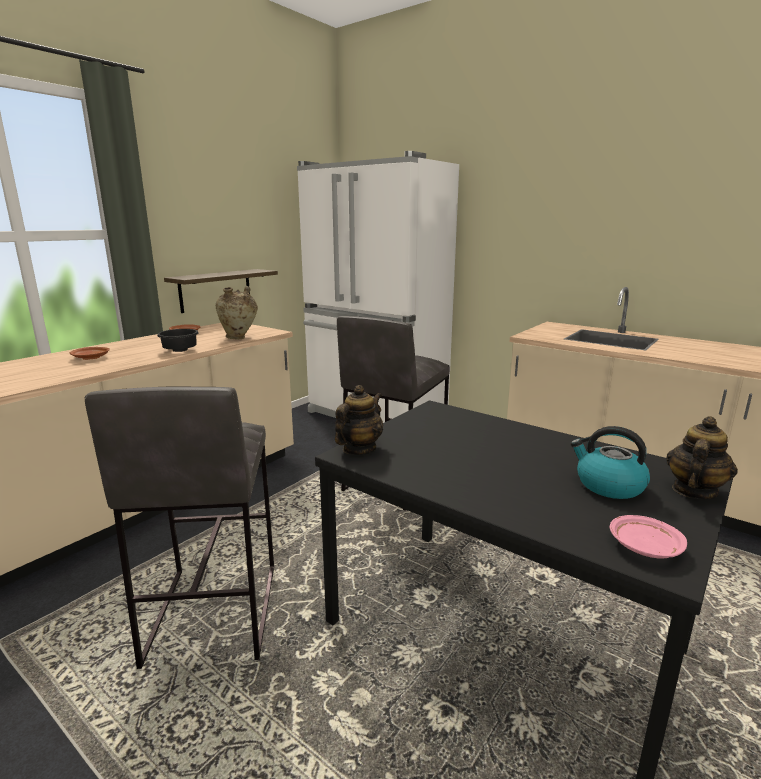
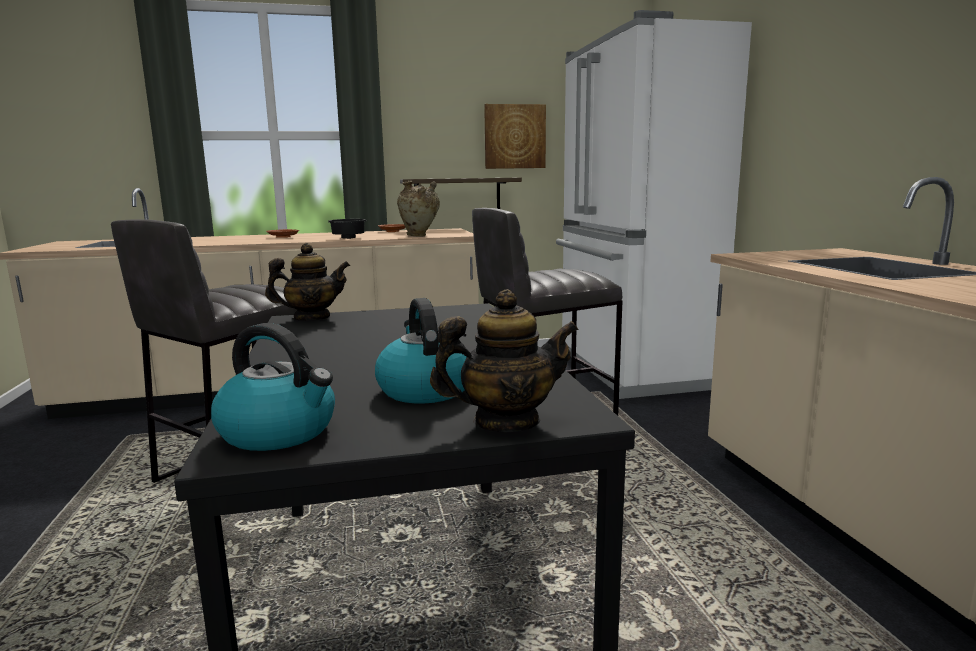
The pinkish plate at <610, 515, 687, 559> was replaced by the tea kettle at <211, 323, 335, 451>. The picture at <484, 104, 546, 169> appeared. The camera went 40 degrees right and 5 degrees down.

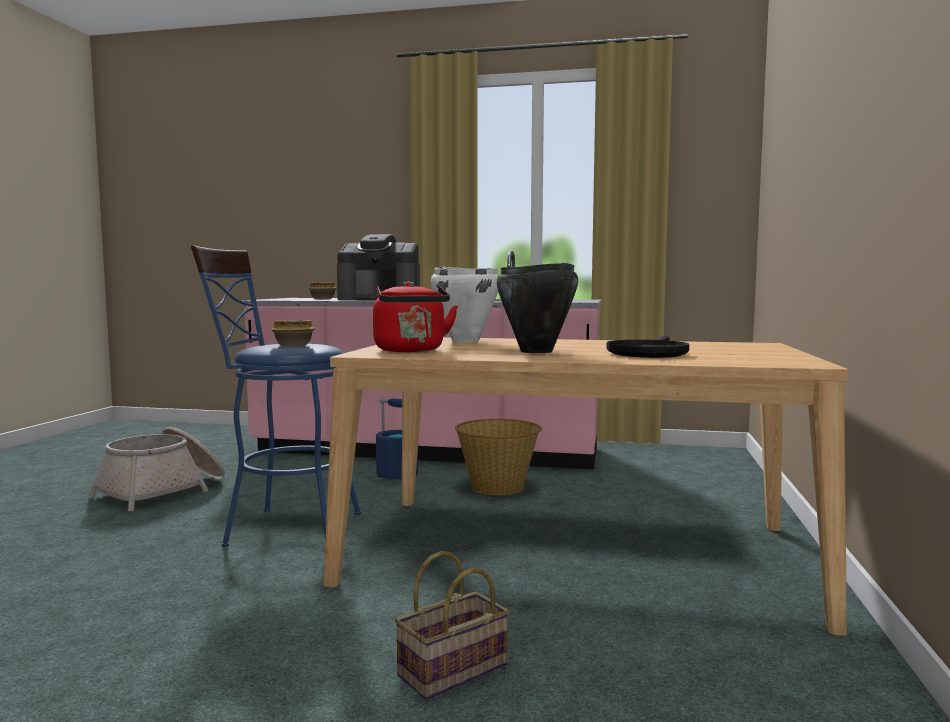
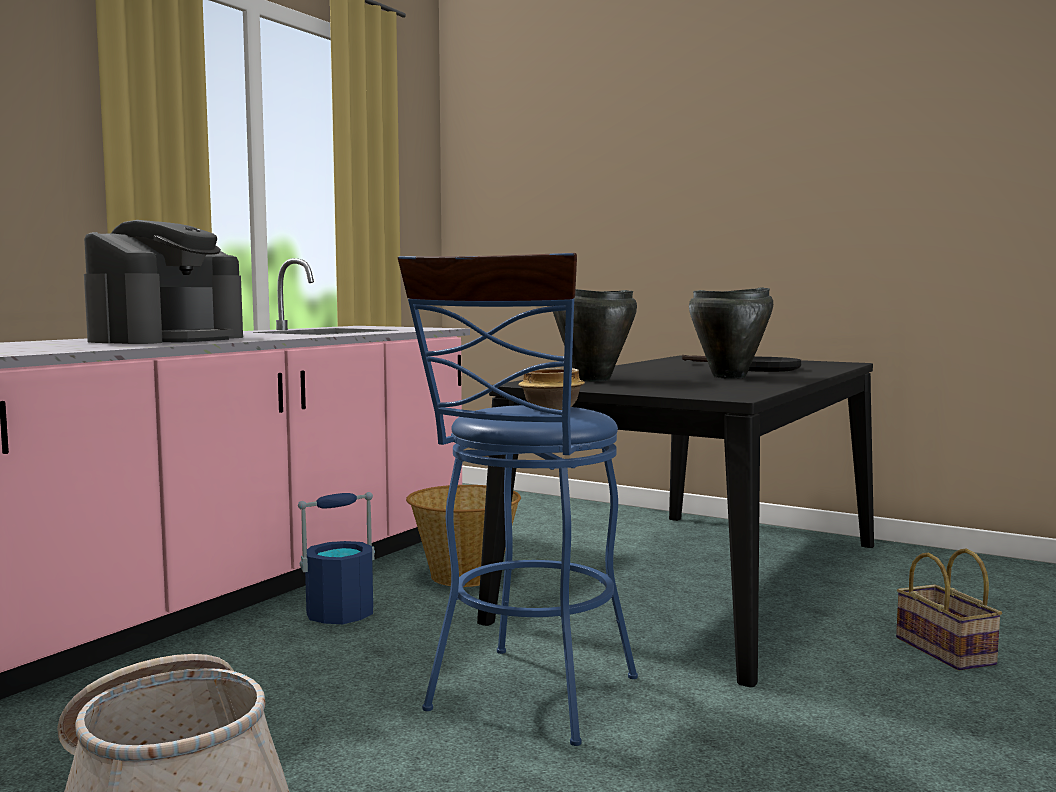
The white saucepot at <431, 266, 498, 343> became the black-coloured saucepot at <553, 289, 637, 381>. The red-coloured tea kettle at <373, 281, 458, 352> disappeared. The serving bowl at <308, 282, 337, 299> disappeared. The beige-coloured dining table at <323, 337, 849, 636> became the black-coloured dining table at <477, 356, 874, 687>. The camera went 70 degrees left and 0 degrees up.

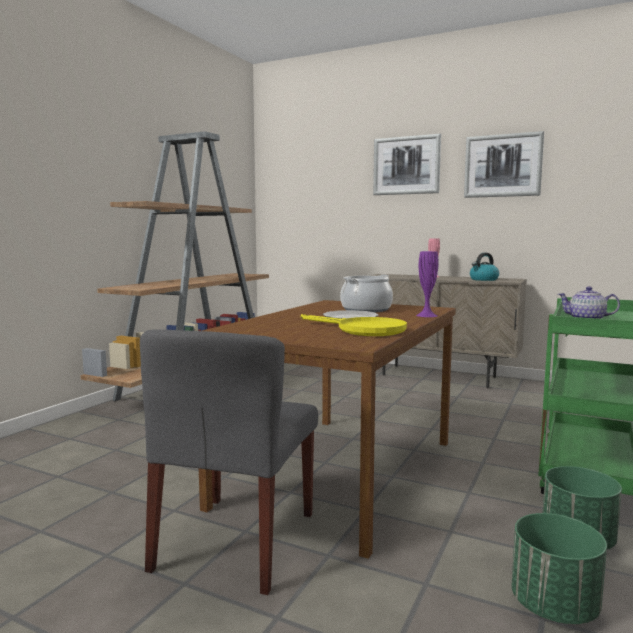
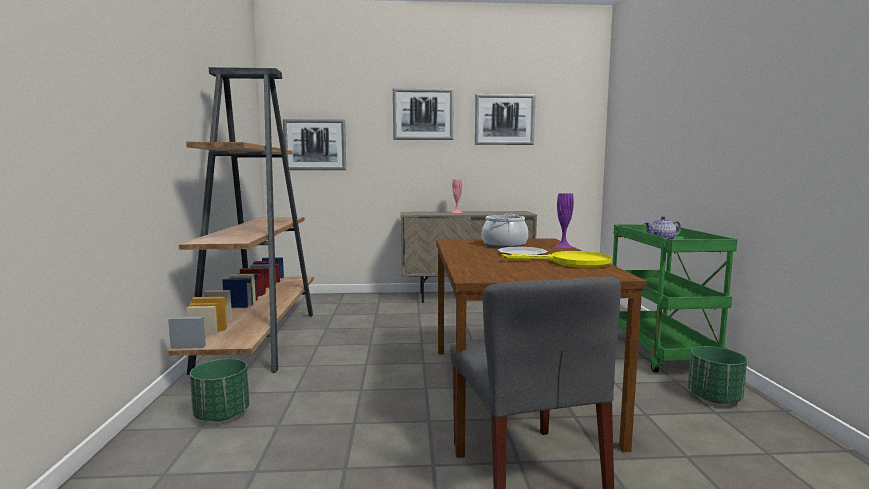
The tea kettle at <470, 253, 499, 281> disappeared. The green flower pot moved from <511, 513, 607, 624> to <190, 359, 249, 421>. The picture at <283, 119, 346, 170> appeared. The camera went 30 degrees left and 0 degrees up.

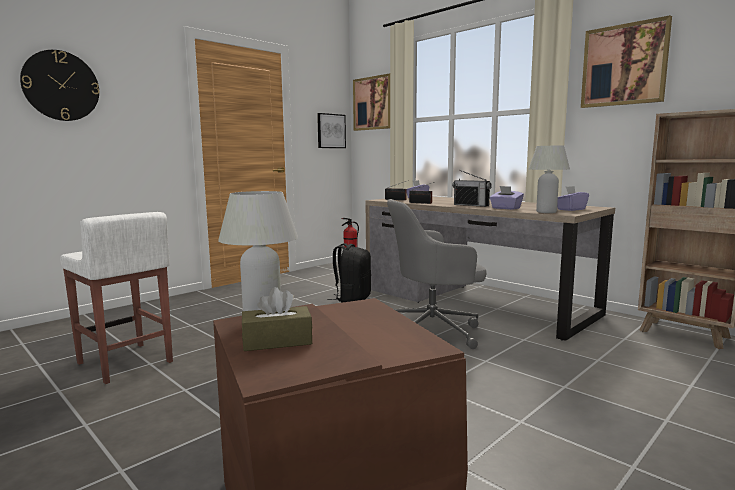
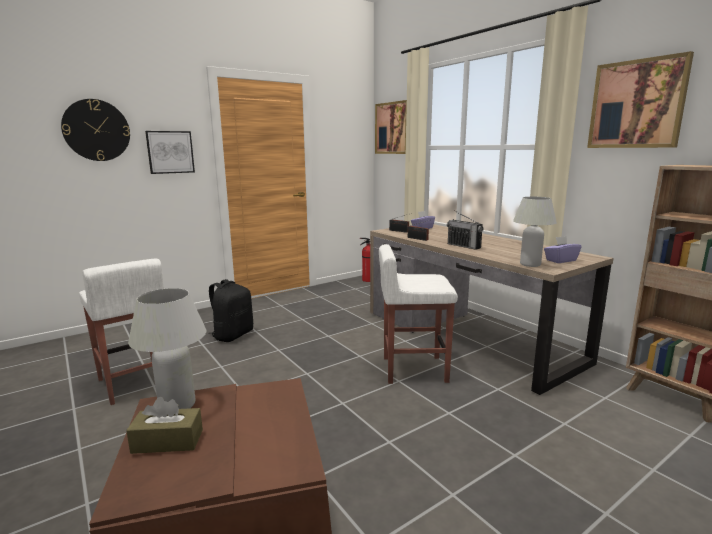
The picture moved from <317, 113, 346, 148> to <145, 131, 195, 174>. The purple-coloured tissue box at <490, 186, 524, 210> disappeared. The grey computer chair at <387, 199, 487, 349> was replaced by the white stool seat at <379, 244, 458, 384>. The black-coloured backpack moved from <327, 243, 371, 303> to <209, 279, 253, 342>. The camera went 10 degrees right and 5 degrees up.

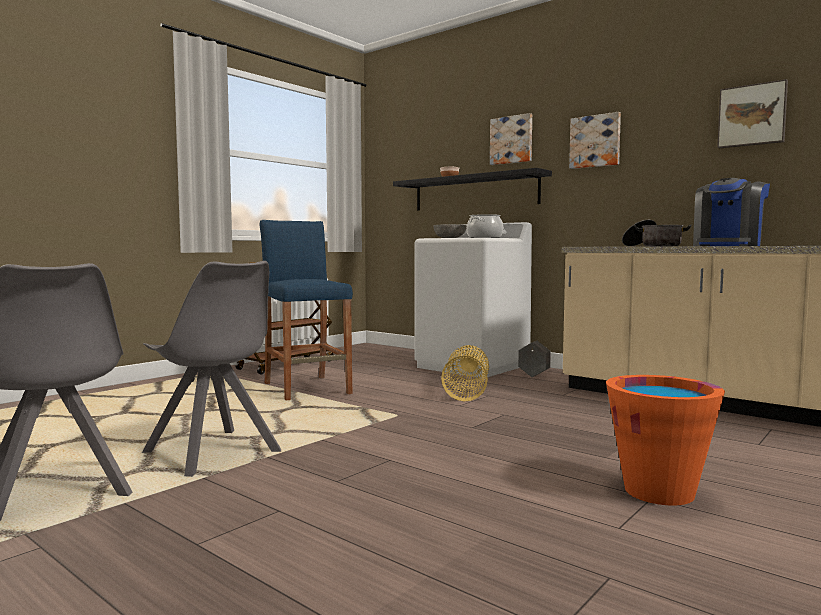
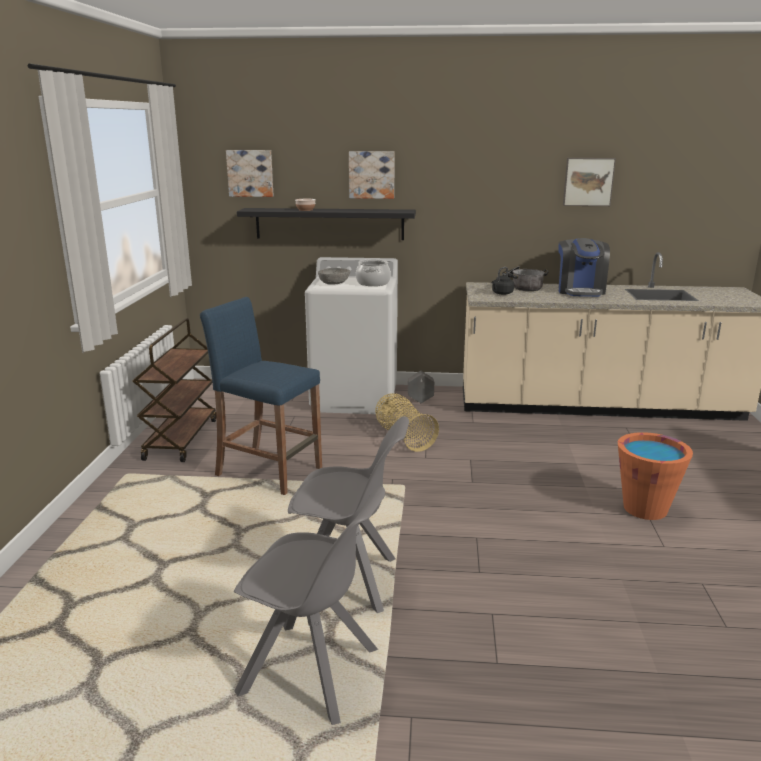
The picture moved from <569, 112, 621, 169> to <226, 150, 274, 197>. The black-coloured tea kettle at <492, 267, 514, 295> appeared. The camera went 35 degrees left and 15 degrees up.

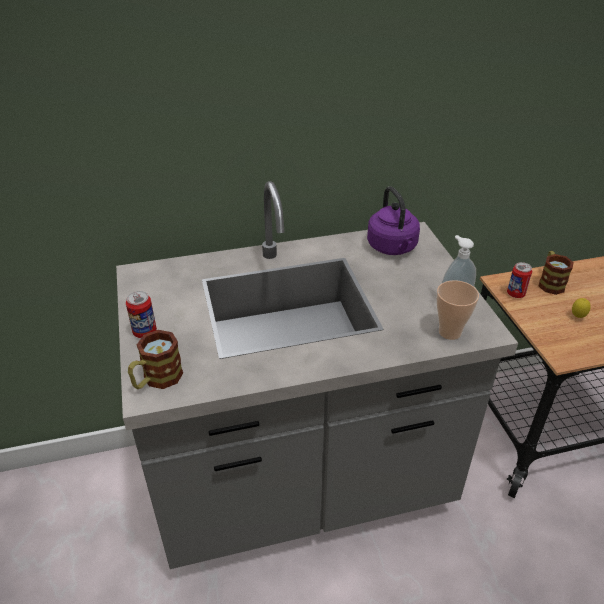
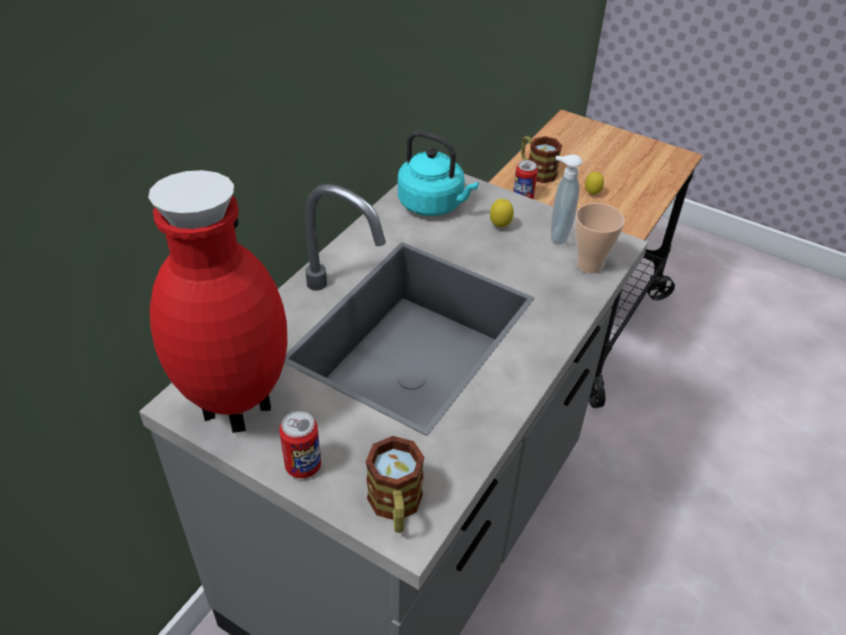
The purple-coloured tea kettle at <367, 186, 420, 255> became the turquoise tea kettle at <398, 131, 479, 216>. The red-coloured decorative vase at <148, 170, 287, 433> appeared. The citrus fruit at <490, 199, 514, 227> appeared. The camera went 45 degrees left and 5 degrees up.

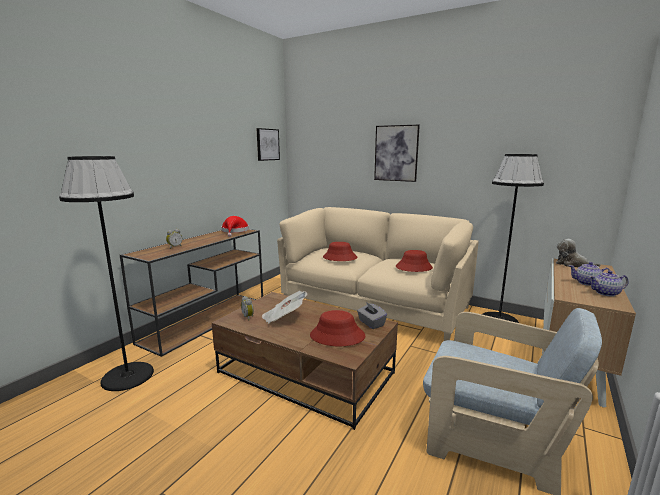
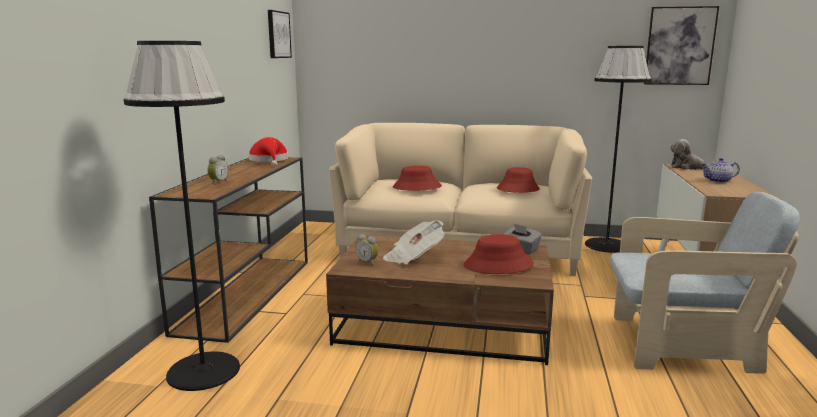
The picture moved from <374, 125, 420, 182> to <644, 6, 719, 85>. The teapot at <589, 271, 629, 297> disappeared. The camera went 20 degrees left and 0 degrees up.

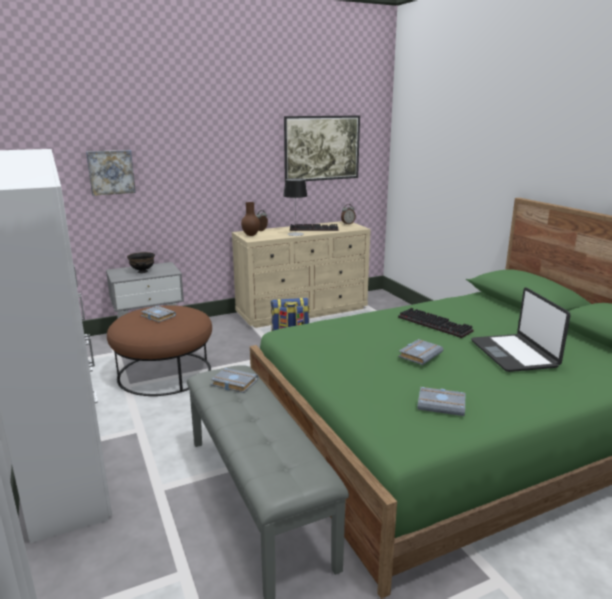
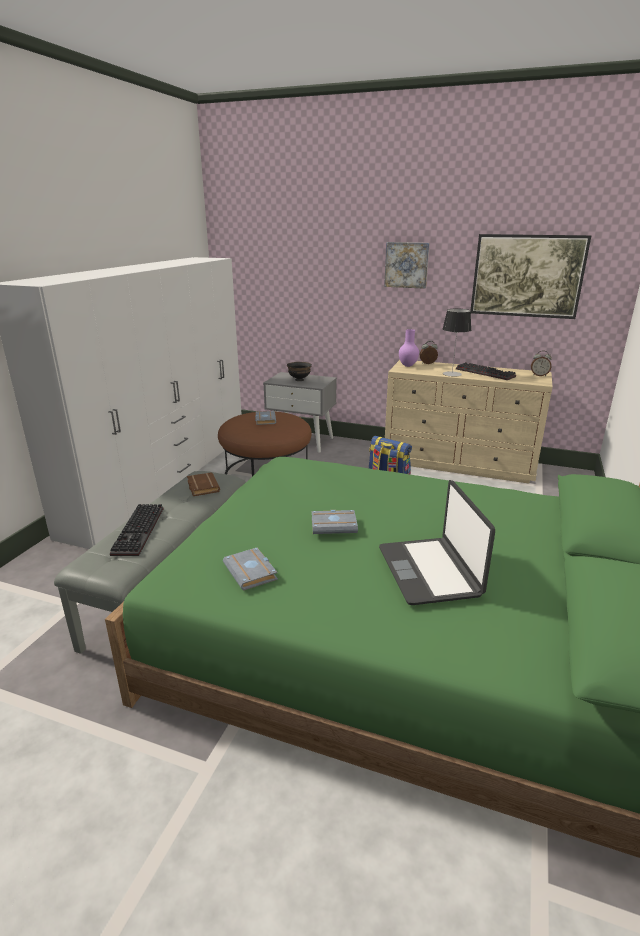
The picture moved from <86, 150, 136, 196> to <384, 242, 430, 289>. The brown decorative vase at <241, 202, 260, 236> became the purple-coloured decorative vase at <399, 329, 419, 367>. The notebook computer at <471, 288, 571, 372> turned 45 degrees counterclockwise. The PC keyboard moved from <398, 308, 474, 338> to <110, 504, 163, 556>. The grey book at <210, 368, 258, 393> became the brown book at <187, 472, 220, 496>. The camera went 45 degrees right and 5 degrees up.

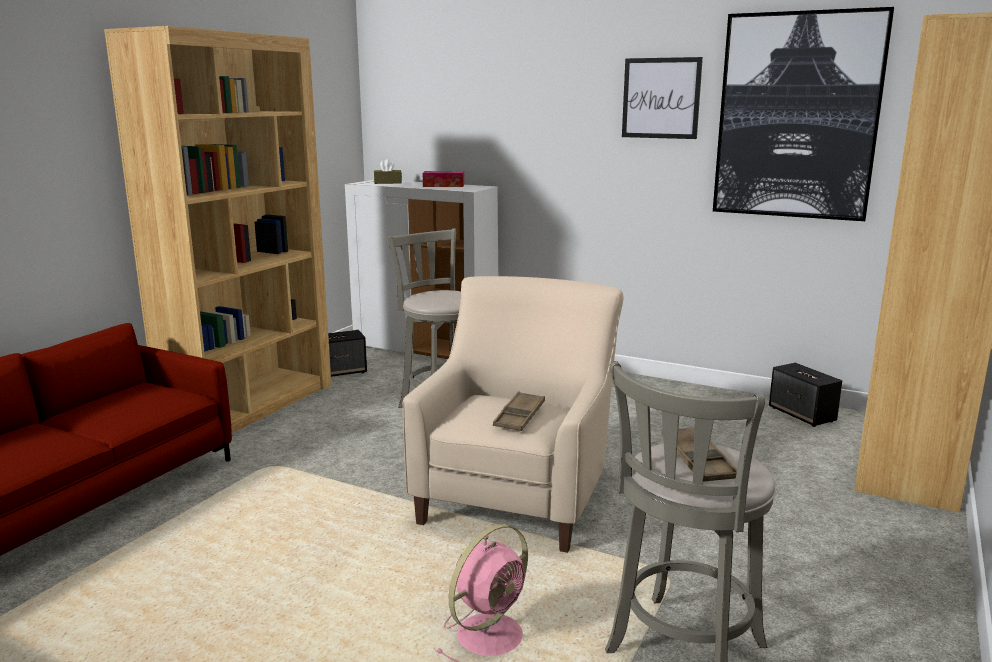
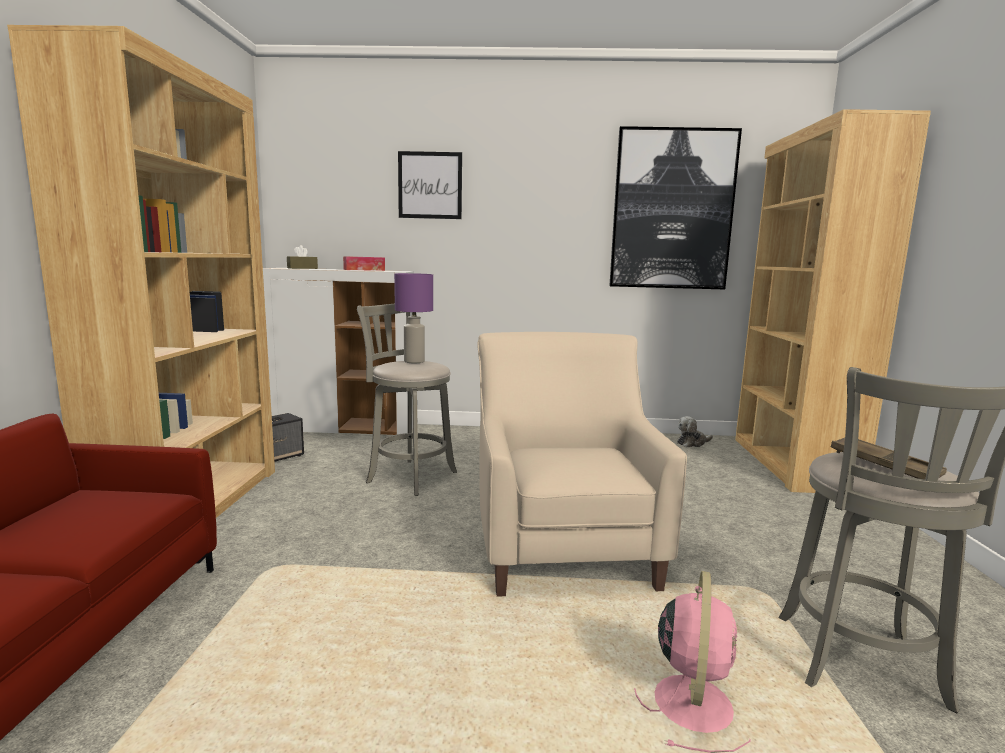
The picture moved from <622, 57, 703, 139> to <398, 151, 462, 219>. The audio speaker at <769, 363, 842, 427> was replaced by the plush toy at <677, 416, 713, 447>. The brown tray at <493, 392, 545, 431> disappeared. The purple-coloured lamp for a table at <394, 273, 433, 363> appeared. The camera went 25 degrees left and 5 degrees down.

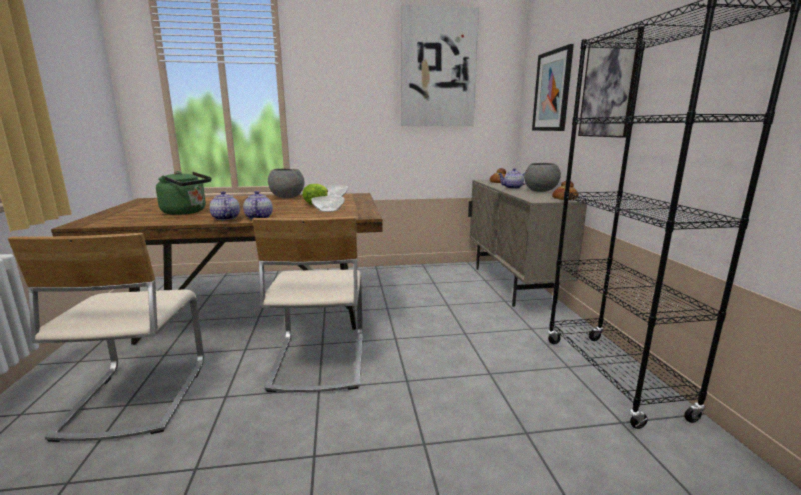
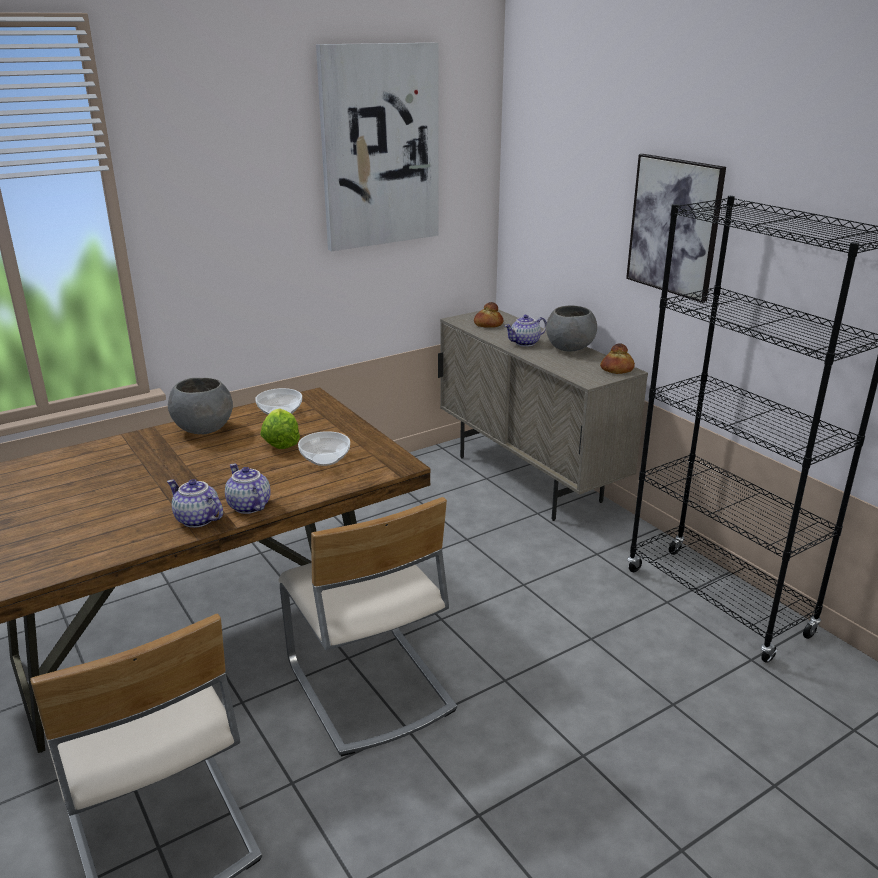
The picture at <532, 44, 574, 131> disappeared. The green tea kettle at <156, 171, 212, 215> disappeared. The camera went 25 degrees left and 10 degrees up.

